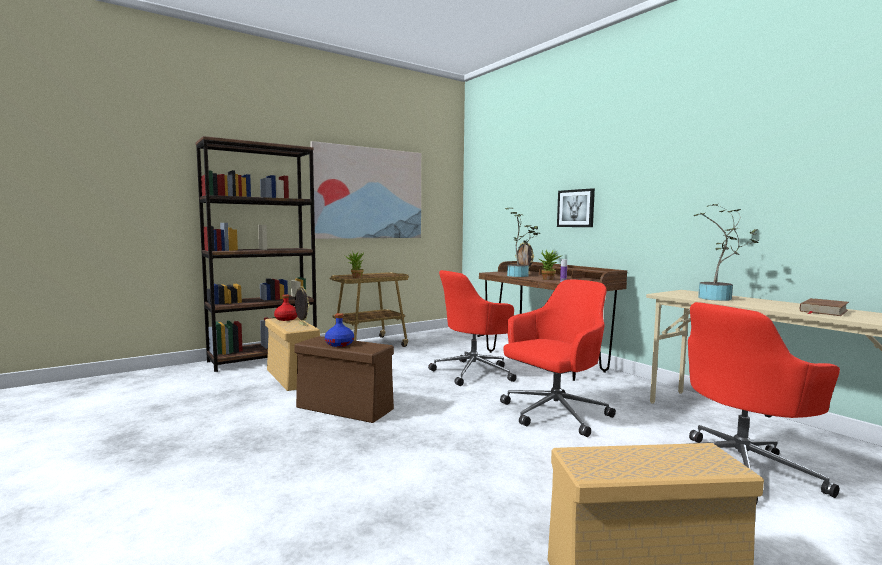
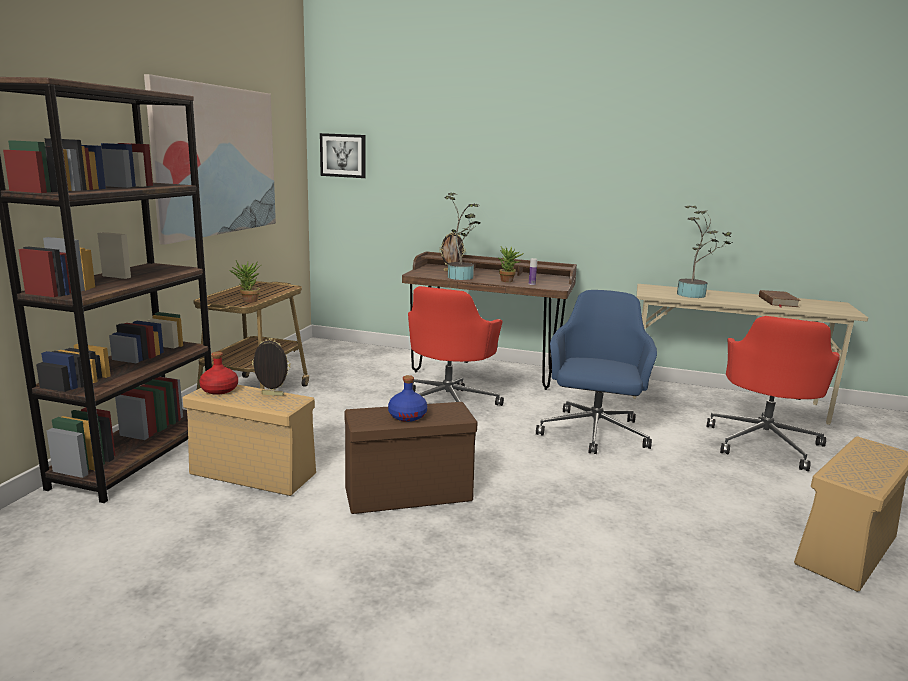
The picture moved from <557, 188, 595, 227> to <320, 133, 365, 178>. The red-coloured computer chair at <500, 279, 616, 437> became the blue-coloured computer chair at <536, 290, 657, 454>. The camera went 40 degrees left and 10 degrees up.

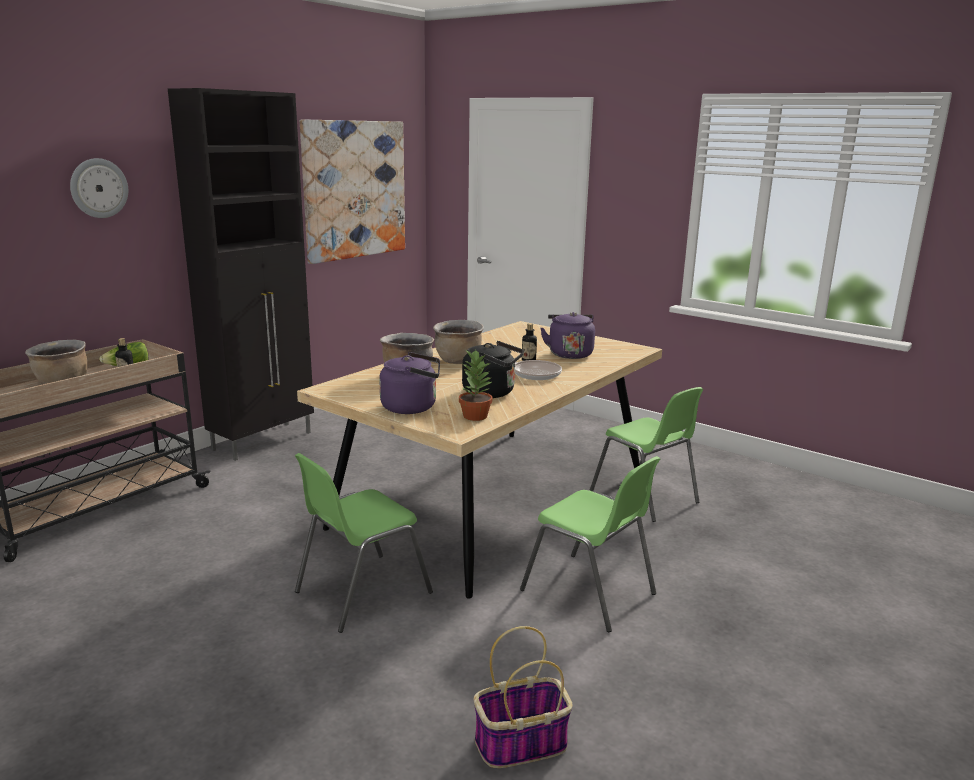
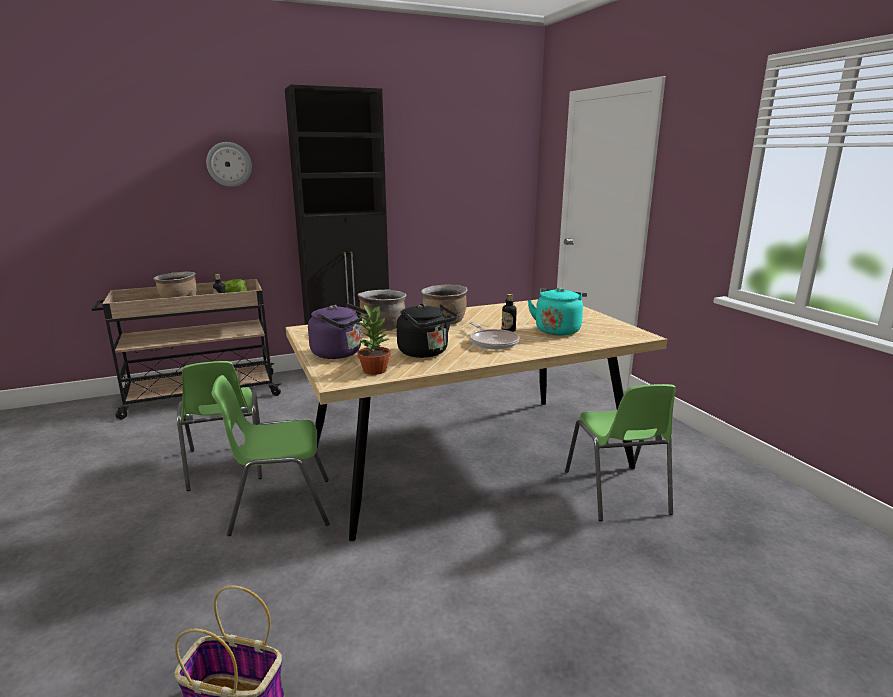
The picture at <300, 119, 405, 264> disappeared. The purple-coloured tea kettle at <541, 312, 595, 359> became the turquoise tea kettle at <527, 288, 587, 335>. The green plain chair moved from <520, 456, 660, 632> to <177, 361, 262, 491>. The camera went 30 degrees right and 0 degrees up.

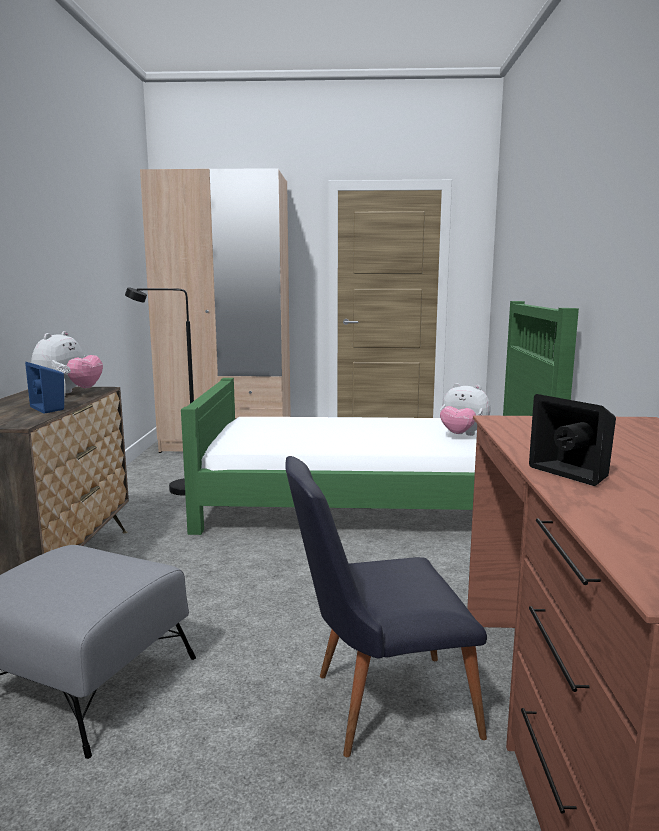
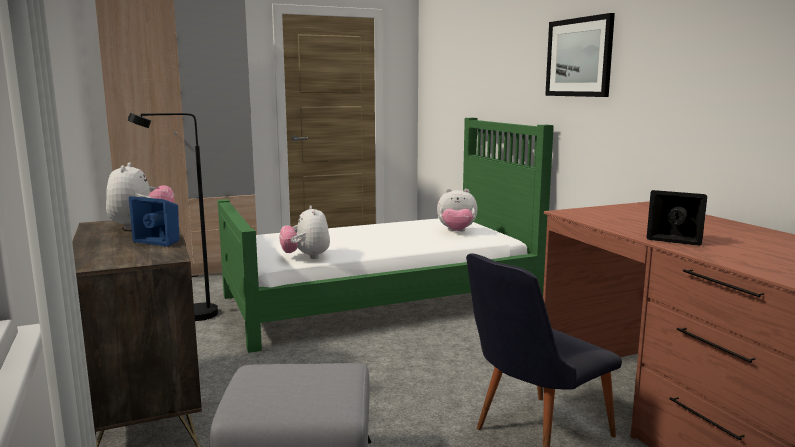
The picture at <545, 13, 615, 97> appeared. The plush toy at <280, 206, 330, 259> appeared. The camera went 25 degrees left and 0 degrees up.

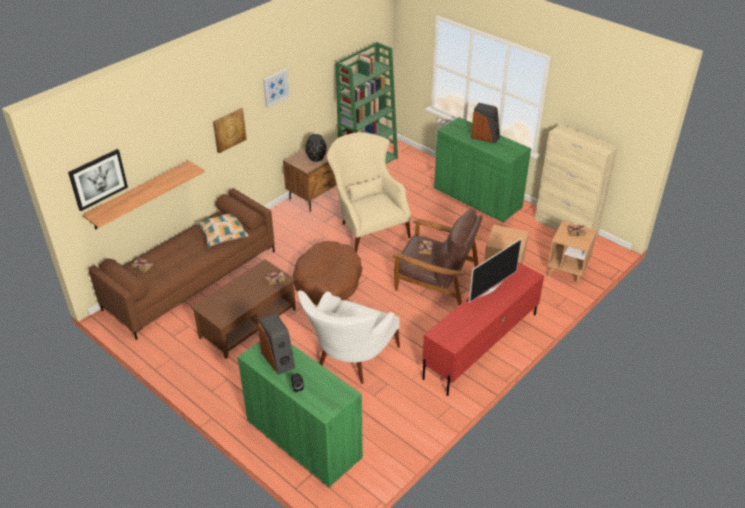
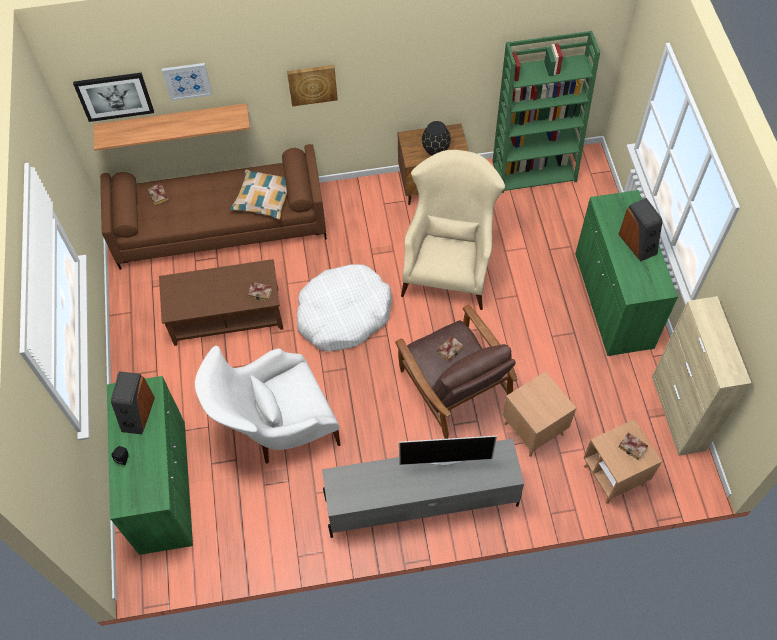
The picture moved from <263, 69, 290, 108> to <162, 63, 212, 101>. The brown dog cushion at <293, 241, 362, 305> became the white dog cushion at <297, 264, 392, 351>. The red-coloured tv unit at <422, 262, 544, 396> became the grey tv unit at <322, 439, 524, 538>. The camera went 40 degrees right and 20 degrees up.

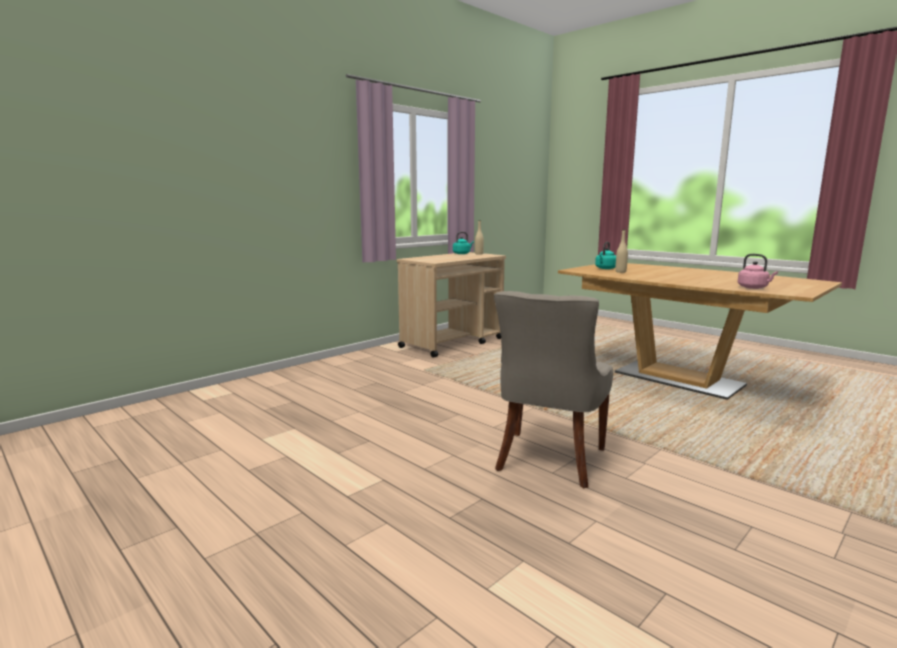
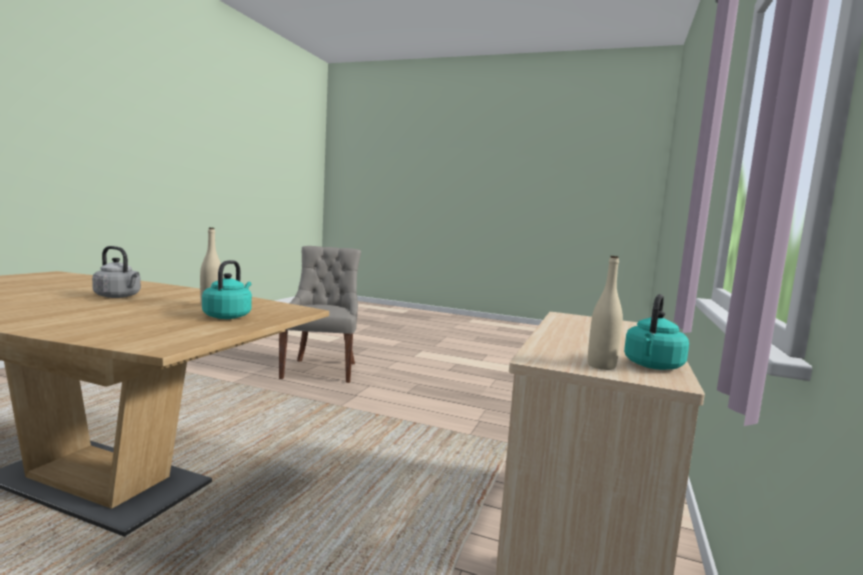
The pinkish tea kettle at <738, 254, 778, 289> disappeared. The grey tea kettle at <92, 246, 141, 298> appeared. The camera went 155 degrees right and 5 degrees down.

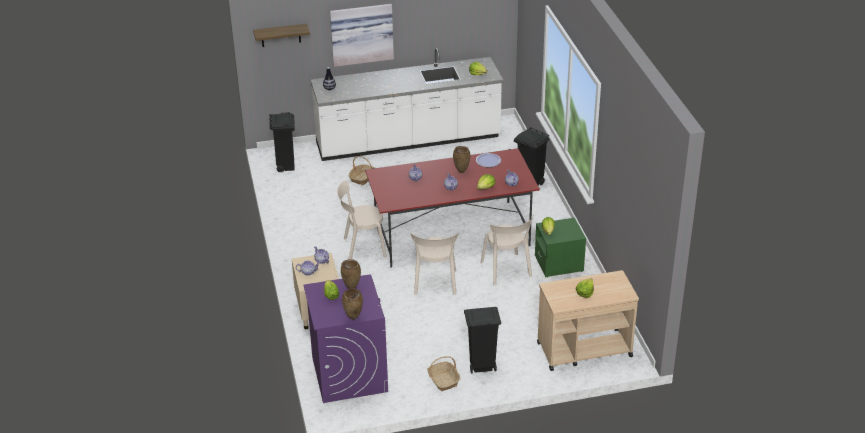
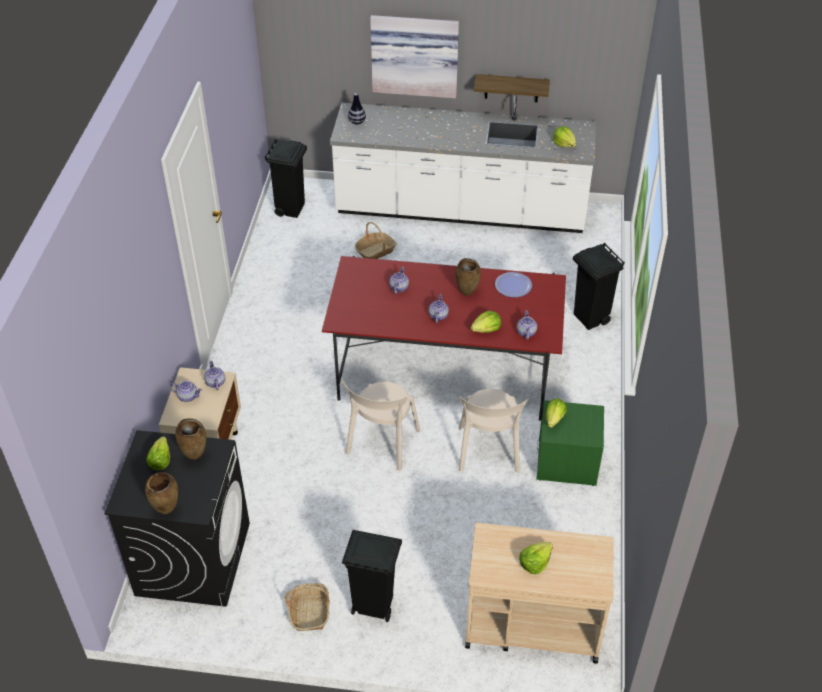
The wall shelf moved from <253, 24, 310, 47> to <474, 74, 550, 102>. The beige-coloured plain chair at <337, 180, 387, 259> disappeared. The purple-coloured washing machine at <303, 274, 388, 403> became the black-coloured washing machine at <104, 430, 250, 607>. The camera went 20 degrees right and 10 degrees up.

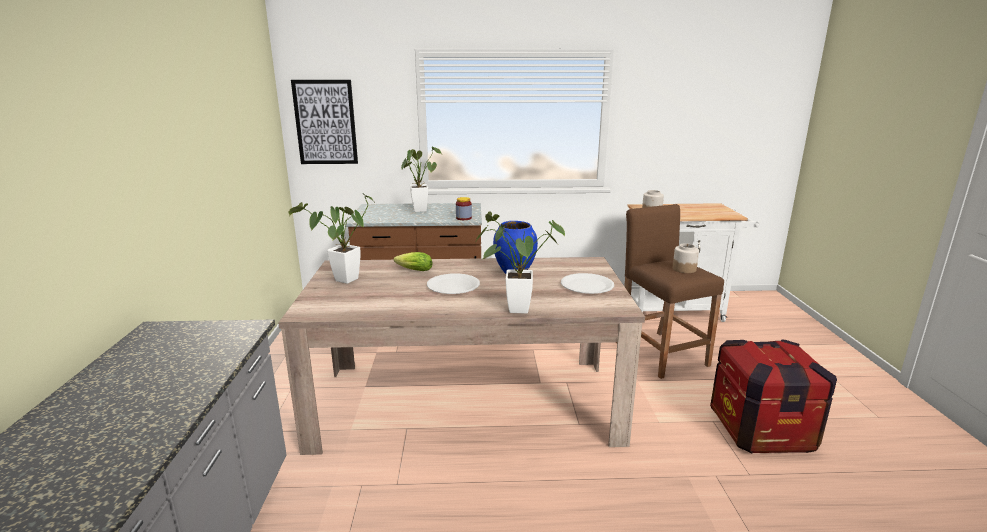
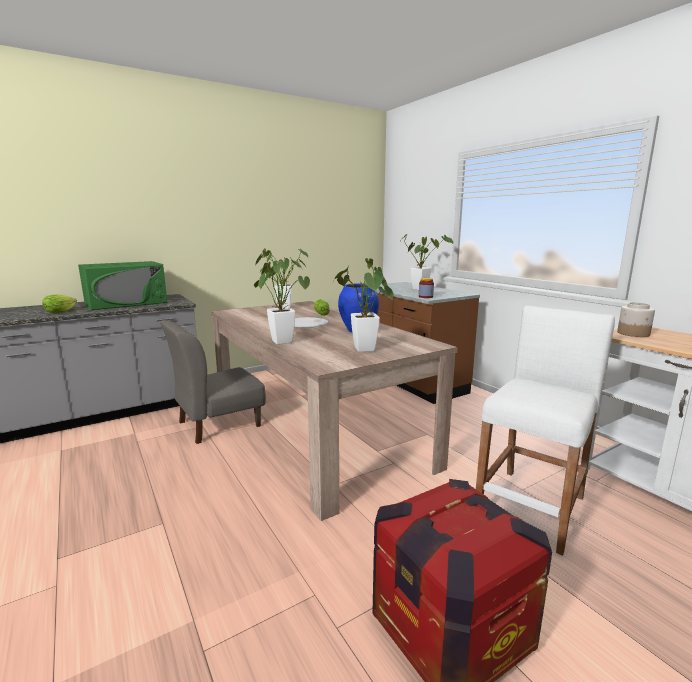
The picture at <291, 80, 358, 164> disappeared. The brown stool seat at <616, 204, 724, 379> became the white stool seat at <476, 305, 615, 556>. The storage jar at <673, 243, 699, 273> disappeared. The white plate at <561, 273, 614, 294> was replaced by the potted plant at <333, 258, 394, 352>. The green kitchen microwave at <78, 261, 167, 310> appeared. The head of lettuce at <42, 295, 77, 313> appeared. The grey plain chair at <160, 320, 266, 444> appeared. The camera went 60 degrees right and 5 degrees down.

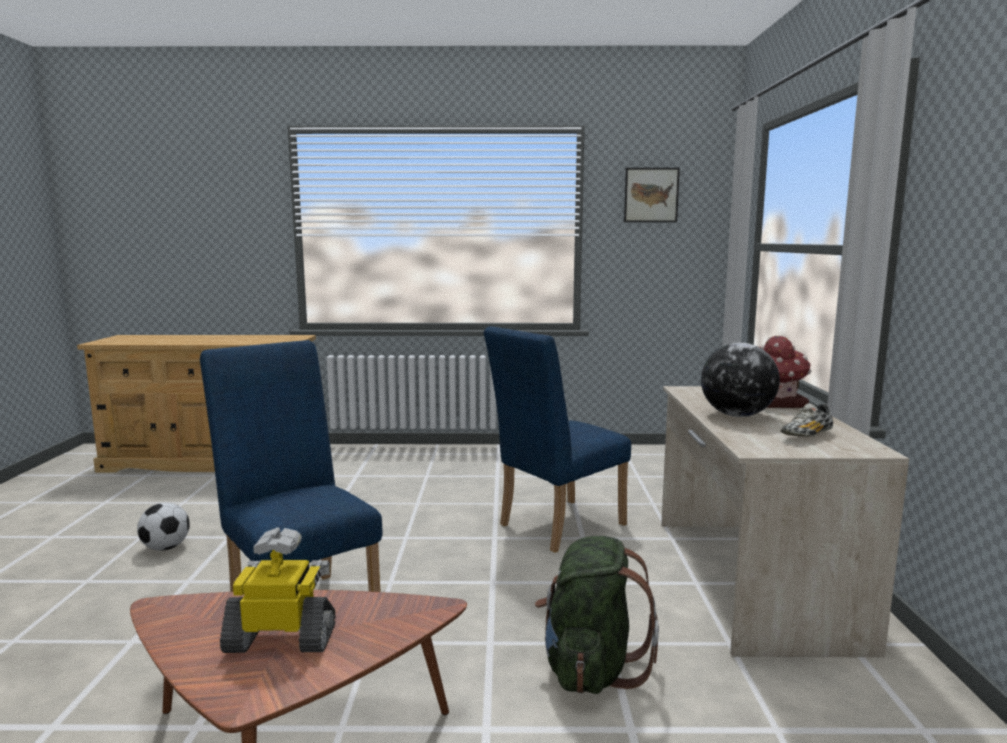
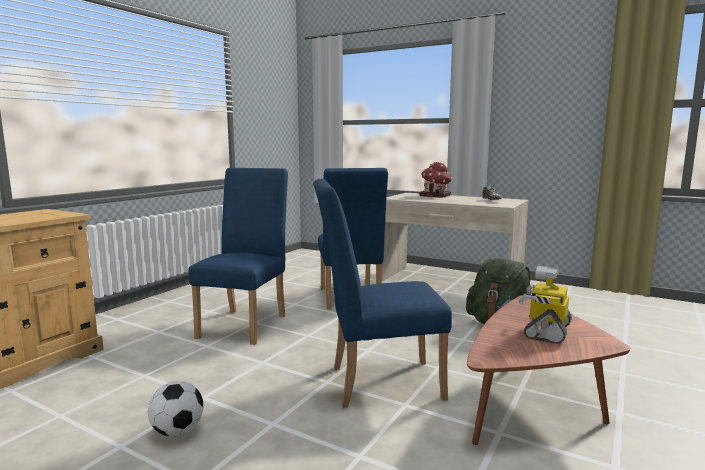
The picture at <624, 168, 680, 222> disappeared. The world globe at <701, 343, 780, 417> disappeared. The blue-coloured plain chair at <189, 168, 288, 345> appeared. The camera went 60 degrees left and 0 degrees up.

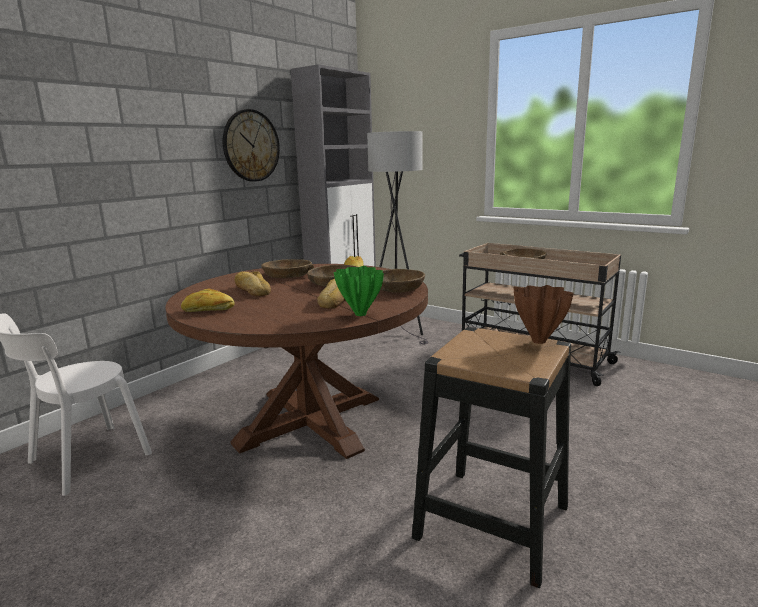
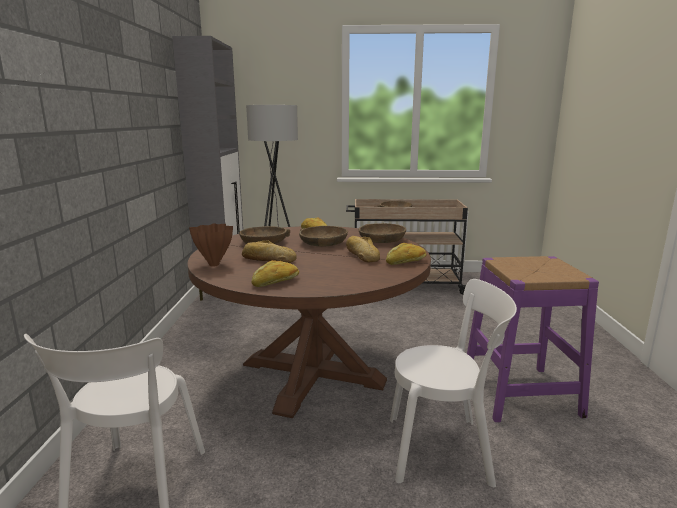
The hanging clock at <223, 109, 280, 181> disappeared. The green decorative vase at <334, 266, 384, 316> was replaced by the baked bread at <386, 243, 427, 265>. The brown decorative vase moved from <514, 285, 574, 344> to <189, 223, 233, 267>. The black-coloured stool seat at <412, 327, 571, 588> became the purple-coloured stool seat at <467, 256, 599, 422>. The white plain chair at <390, 279, 517, 487> appeared. The camera went 35 degrees left and 0 degrees up.

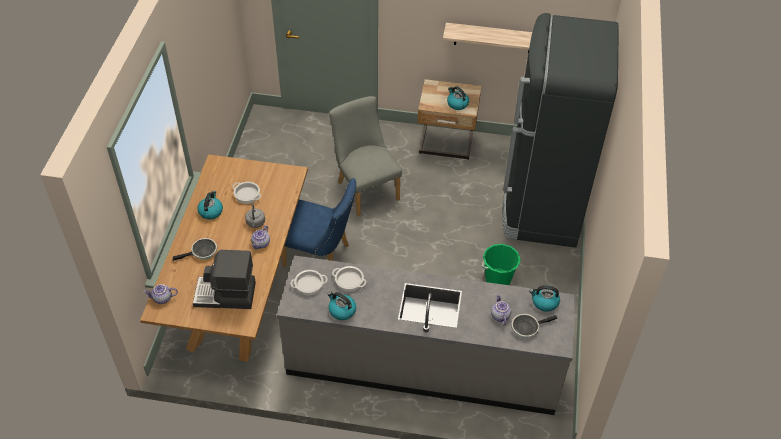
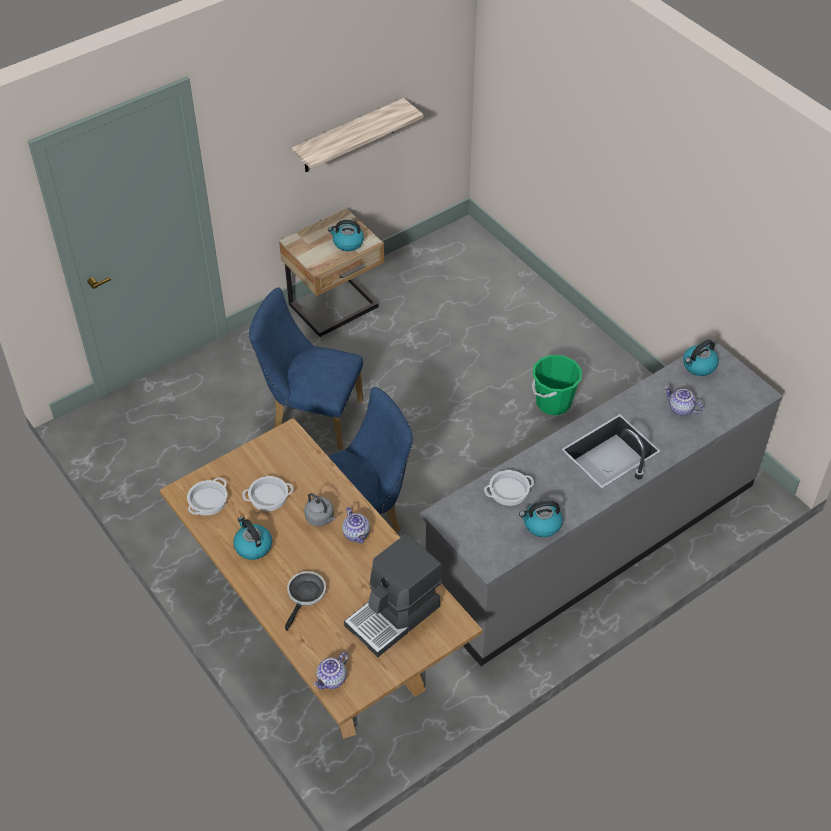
The black-coloured kitchen fridge at <502, 13, 619, 248> disappeared. The grey plain chair at <329, 96, 402, 216> became the blue-coloured plain chair at <249, 287, 363, 450>. The saucepot moved from <291, 270, 328, 295> to <187, 477, 227, 516>. The pan at <511, 314, 557, 338> disappeared. The camera went 45 degrees left and 0 degrees up.

